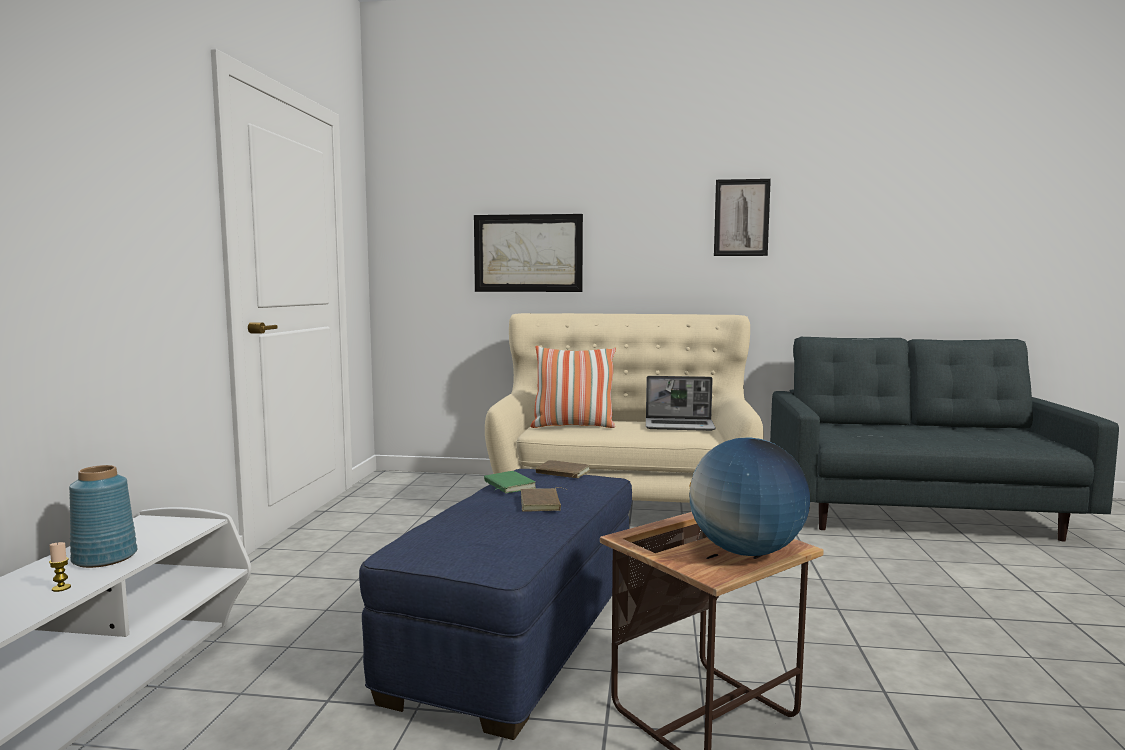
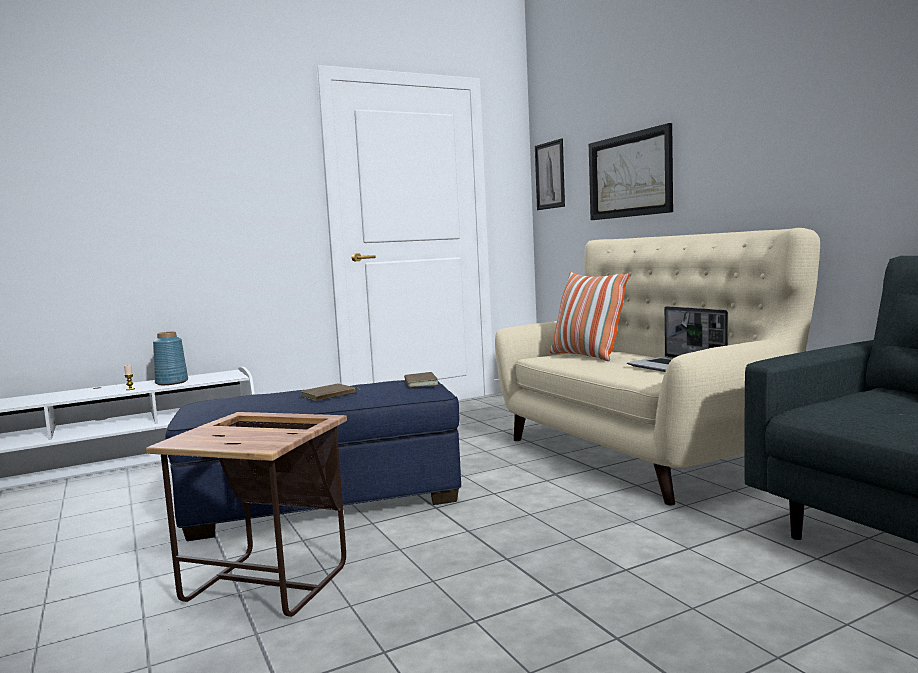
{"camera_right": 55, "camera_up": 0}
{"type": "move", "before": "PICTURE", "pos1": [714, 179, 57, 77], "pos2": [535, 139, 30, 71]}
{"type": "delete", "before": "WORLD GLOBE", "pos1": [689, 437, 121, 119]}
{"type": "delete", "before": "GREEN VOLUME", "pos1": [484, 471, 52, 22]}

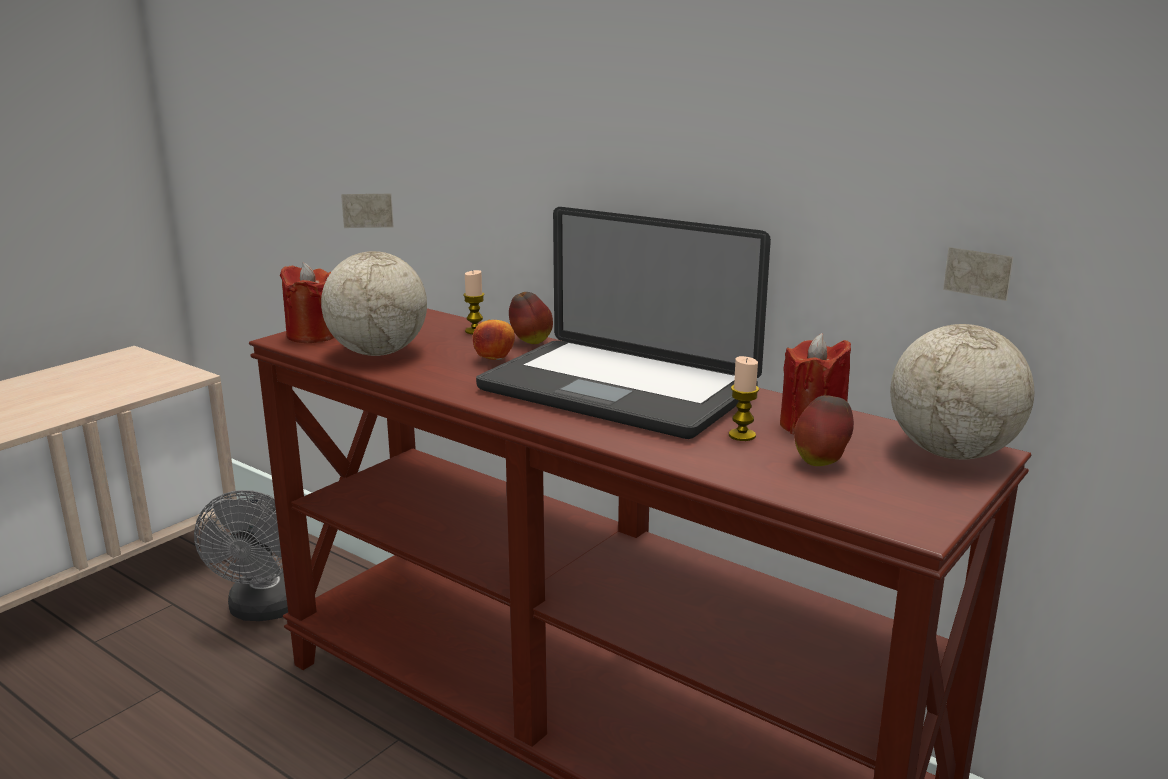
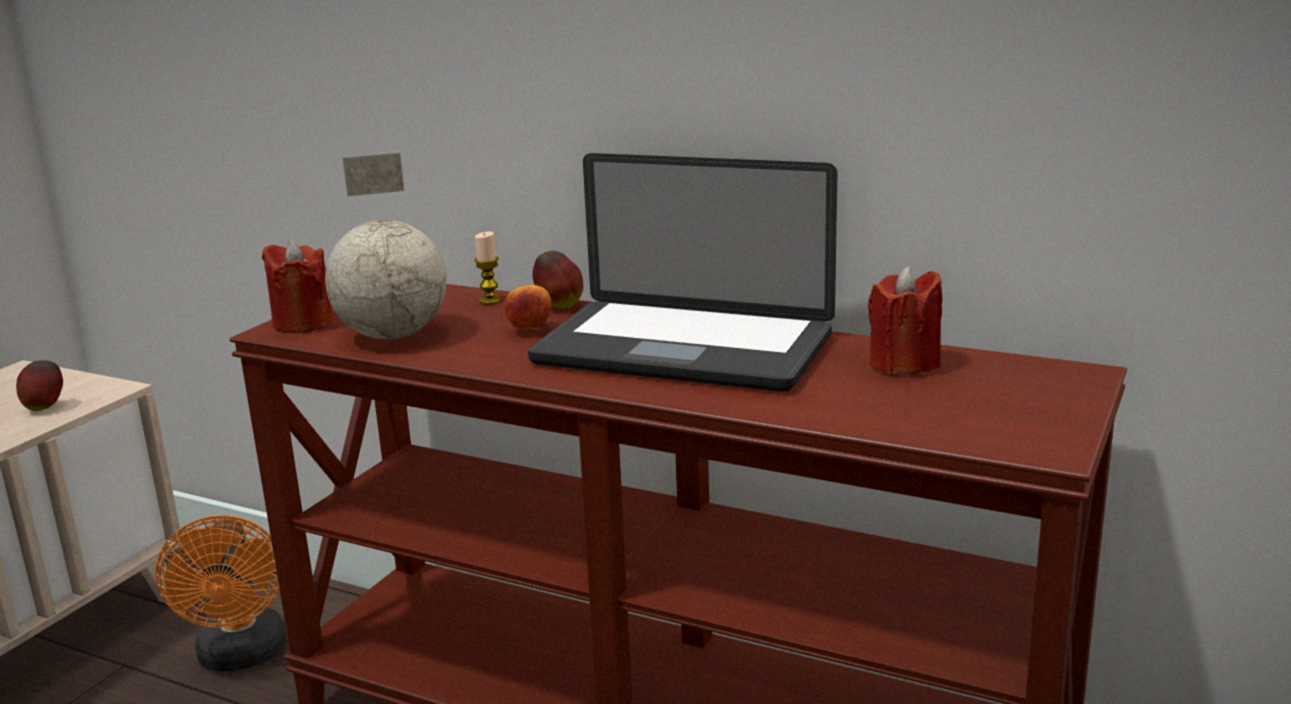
{"camera_right": -10, "camera_up": 0}
{"type": "delete", "before": "WORLD GLOBE", "pos1": [890, 247, 144, 212]}
{"type": "delete", "before": "WAX LIGHT", "pos1": [729, 356, 30, 85]}
{"type": "move", "before": "WHOLE APPLE", "pos1": [794, 395, 60, 71], "pos2": [16, 360, 47, 51]}
{"type": "recolor", "before": "GREYISH FAN", "after": "ORANGE FAN", "pos1": [194, 490, 94, 131], "pos2": [156, 515, 130, 157]}

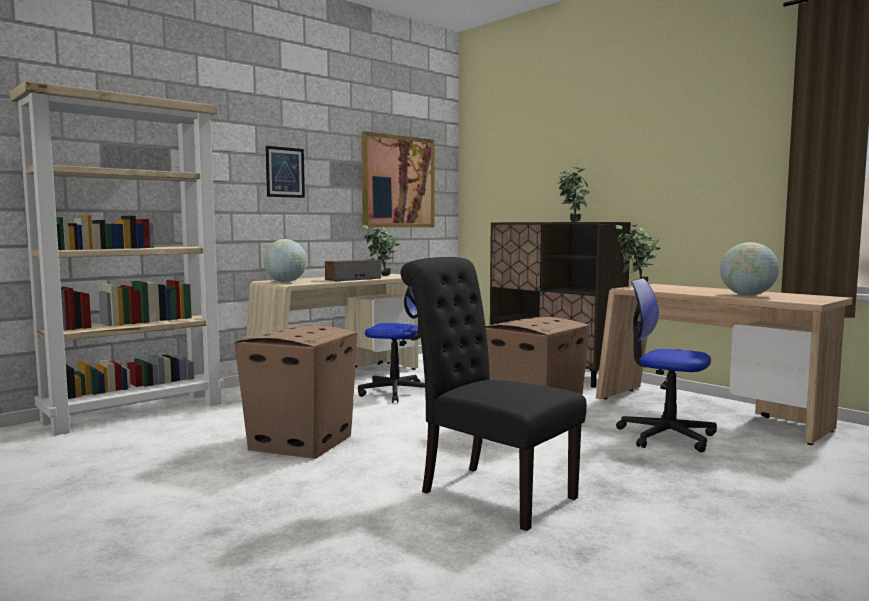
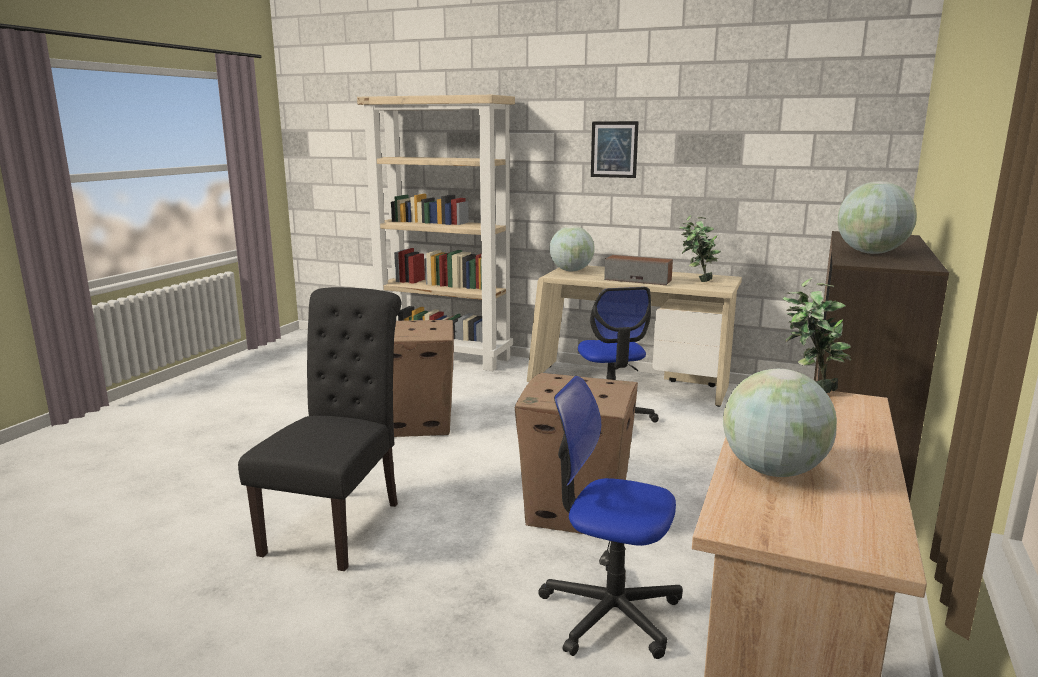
{"camera_right": 65, "camera_up": 10}
{"type": "delete", "before": "PICTURE", "pos1": [362, 131, 72, 96]}
{"type": "replace", "before": "PLANT IN A POT", "after": "WORLD GLOBE", "pos1": [557, 167, 33, 55], "pos2": [838, 181, 79, 73]}
{"type": "rotate", "before": "OFFICE CHAIR", "pos1": [616, 279, 101, 173], "pos2": [538, 376, 145, 283], "turn": -75}

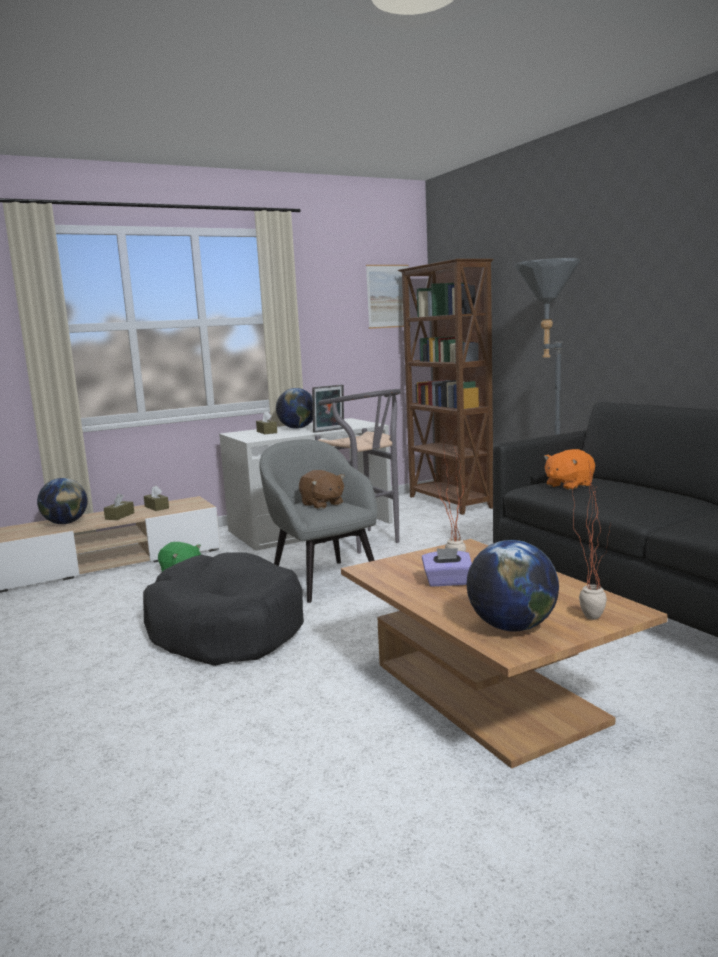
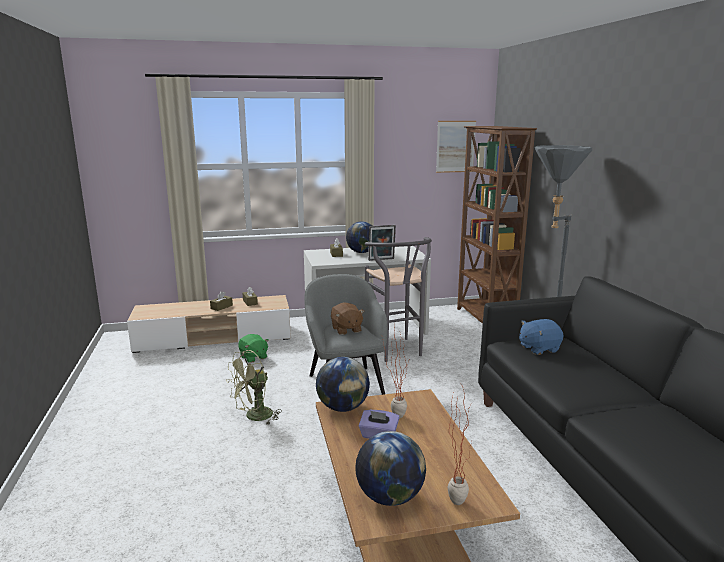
{"camera_right": 15, "camera_up": 5}
{"type": "recolor", "before": "ORANGE PLUSH TOY", "after": "BLUE-COLOURED PLUSH TOY", "pos1": [544, 449, 51, 41], "pos2": [519, 319, 44, 36]}
{"type": "move", "before": "WORLD GLOBE", "pos1": [37, 478, 50, 46], "pos2": [316, 357, 54, 55]}
{"type": "replace", "before": "BLACKISH DOG CUSHION", "after": "GREEN FAN", "pos1": [143, 552, 161, 114], "pos2": [226, 350, 56, 75]}

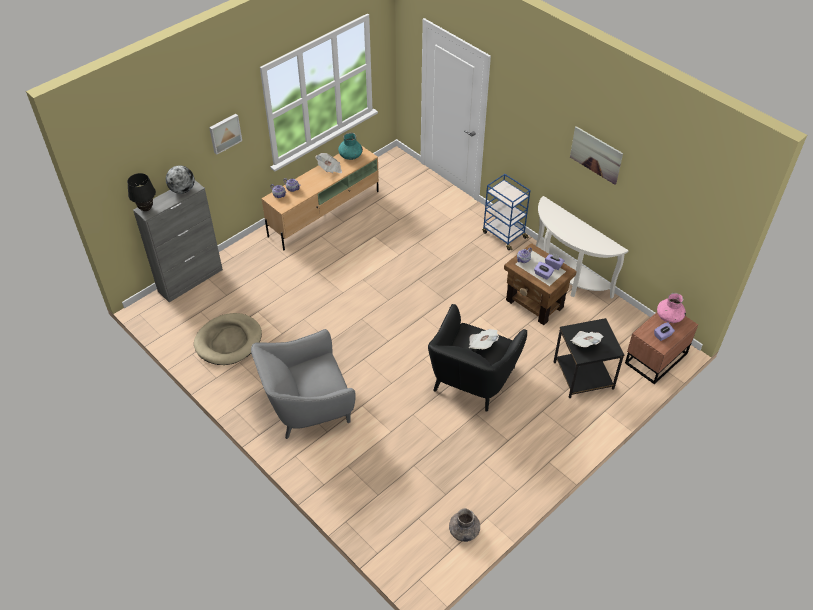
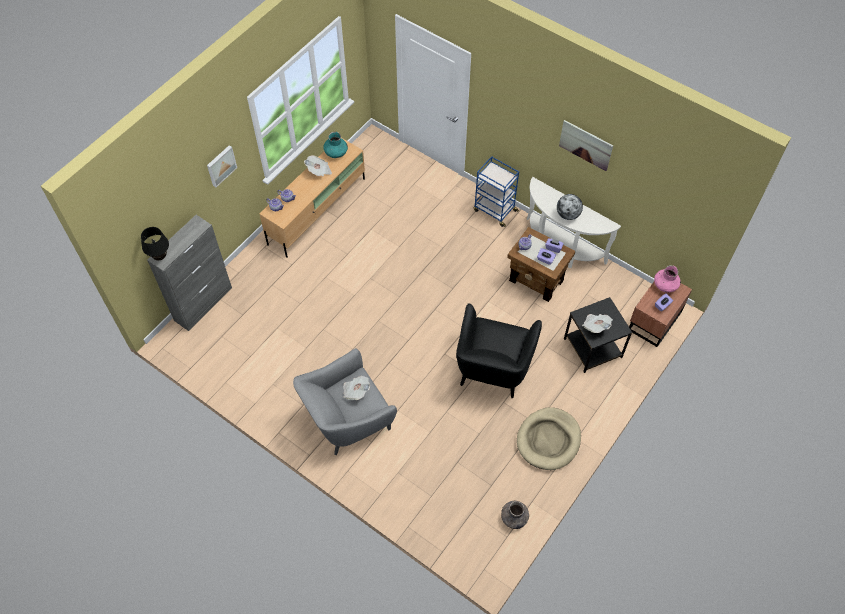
{"camera_right": -10, "camera_up": 10}
{"type": "move", "before": "WORLD GLOBE", "pos1": [166, 166, 29, 28], "pos2": [557, 194, 26, 26]}
{"type": "move", "before": "BEIGE DOG CUSHION", "pos1": [194, 313, 68, 52], "pos2": [517, 407, 64, 63]}
{"type": "move", "before": "PRINTED PAPER", "pos1": [469, 329, 30, 20], "pos2": [343, 376, 27, 24]}

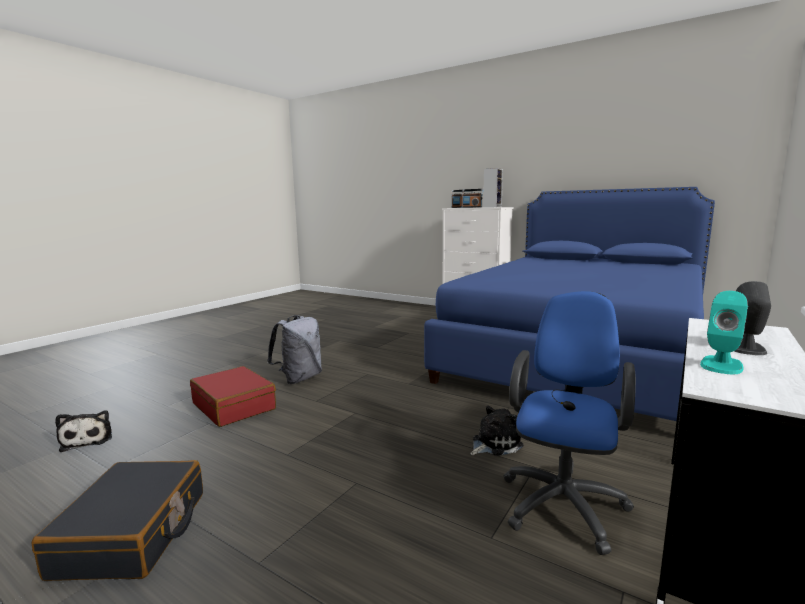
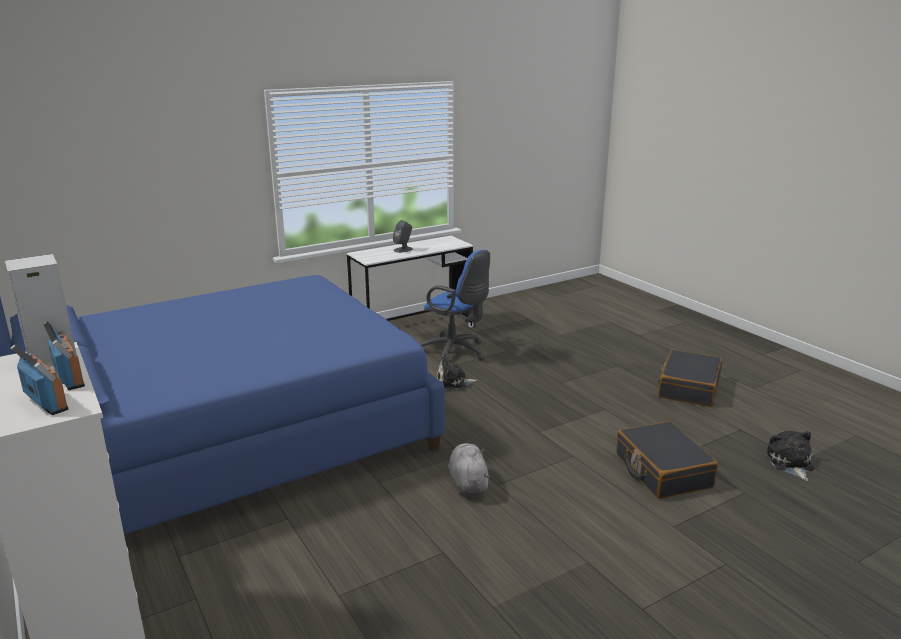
{"camera_right": -155, "camera_up": 10}
{"type": "rotate", "before": "BLUE-COLOURED OFFICE CHAIR", "pos1": [503, 291, 133, 264], "pos2": [420, 250, 70, 113], "turn": -105}
{"type": "delete", "before": "TURQUOISE-COLOURED LOUDSPEAKER", "pos1": [700, 291, 48, 83]}
{"type": "delete", "before": "GREYISH BACKPACK", "pos1": [267, 315, 55, 69]}
{"type": "recolor", "before": "RED TRAVEL CASE", "after": "BLACKISH TRAVEL CASE", "pos1": [190, 366, 86, 61], "pos2": [616, 421, 102, 78]}
{"type": "insert", "after": "GREYISH PLUSH TOY", "pos2": [449, 443, 41, 52]}

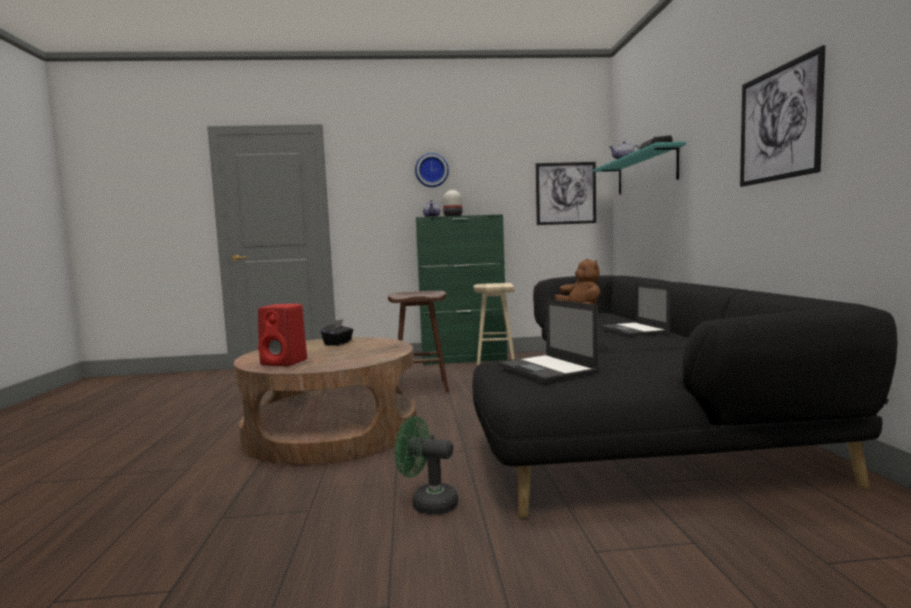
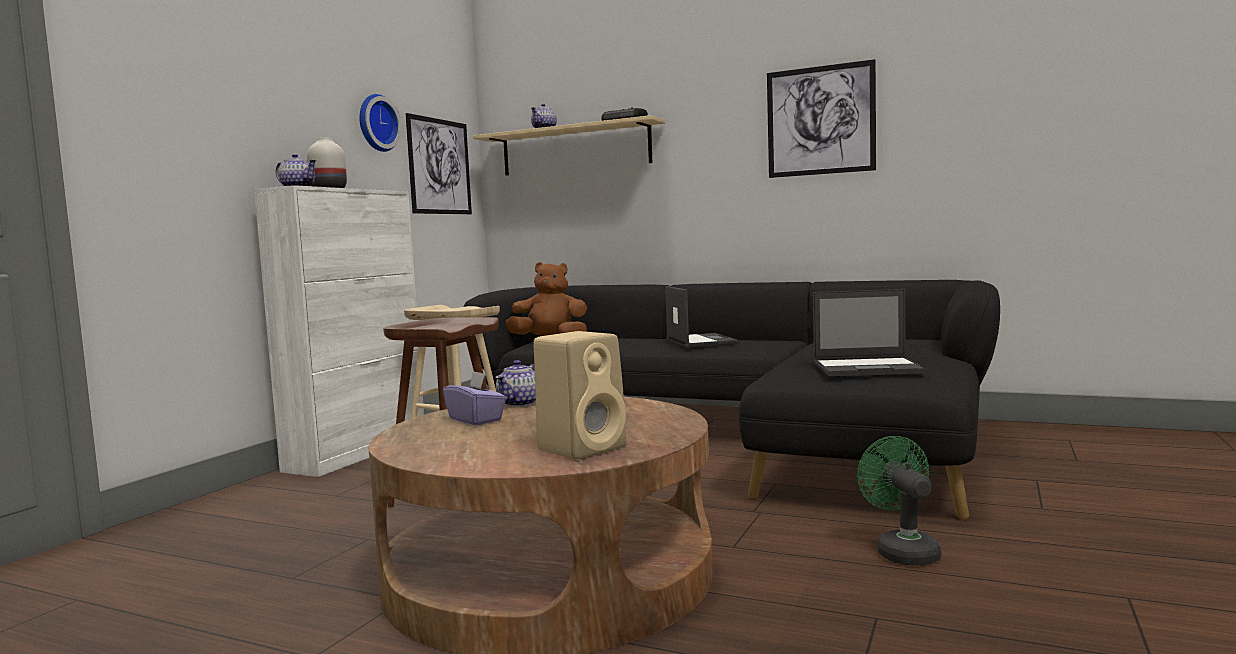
{"camera_right": -60, "camera_up": 0}
{"type": "recolor", "before": "TURQUOISE-COLOURED WALL SHELF", "after": "BEIGE WALL SHELF", "pos1": [593, 142, 93, 53], "pos2": [473, 115, 192, 61]}
{"type": "move", "before": "HANGING CLOCK", "pos1": [415, 153, 34, 34], "pos2": [359, 94, 43, 58]}
{"type": "recolor", "before": "GREEN CUPBOARD", "after": "WHITE CUPBOARD", "pos1": [416, 214, 91, 151], "pos2": [254, 185, 170, 292]}
{"type": "rotate", "before": "NOTEBOOK COMPUTER", "pos1": [600, 283, 70, 53], "pos2": [665, 286, 75, 61], "turn": -120}
{"type": "recolor", "before": "RED LOUDSPEAKER", "after": "BEIGE LOUDSPEAKER", "pos1": [258, 304, 49, 62], "pos2": [533, 331, 93, 128]}
{"type": "recolor", "before": "BLACKISH BOX OF TISSUES", "after": "PURPLE BOX OF TISSUES", "pos1": [321, 319, 32, 27], "pos2": [443, 371, 63, 54]}
{"type": "rotate", "before": "GREEN FAN", "pos1": [395, 416, 63, 98], "pos2": [857, 436, 84, 129], "turn": 120}
{"type": "insert", "after": "TEA POT", "pos2": [495, 360, 41, 47]}

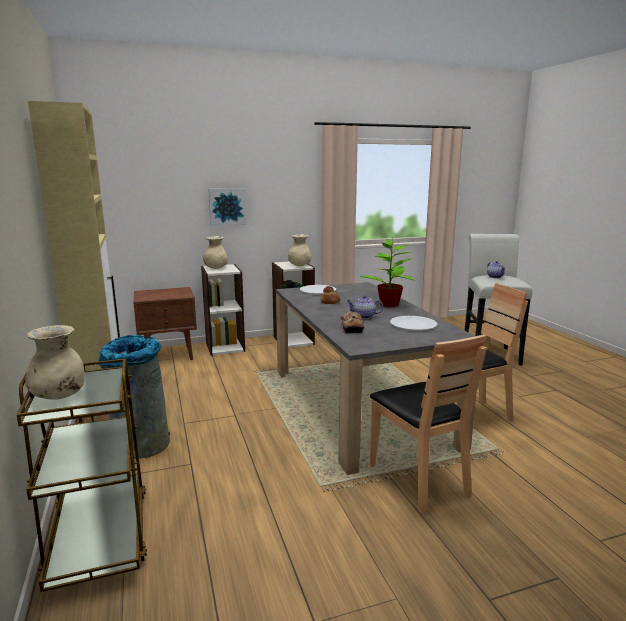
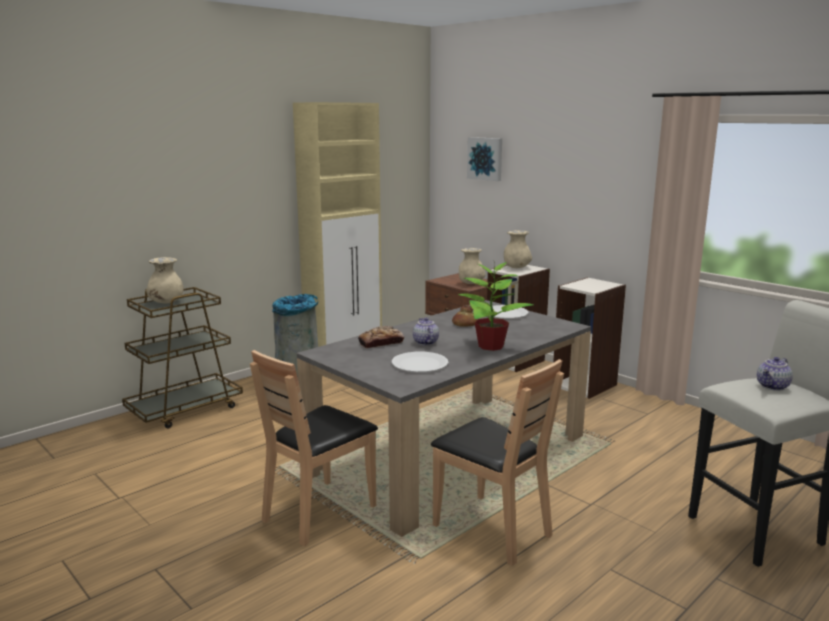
{"camera_right": 65, "camera_up": 0}
{"type": "move", "before": "PICTURE", "pos1": [208, 188, 39, 38], "pos2": [467, 137, 35, 44]}
{"type": "move", "before": "BEIGE FLOWER VASE", "pos1": [288, 234, 24, 32], "pos2": [459, 248, 27, 36]}

